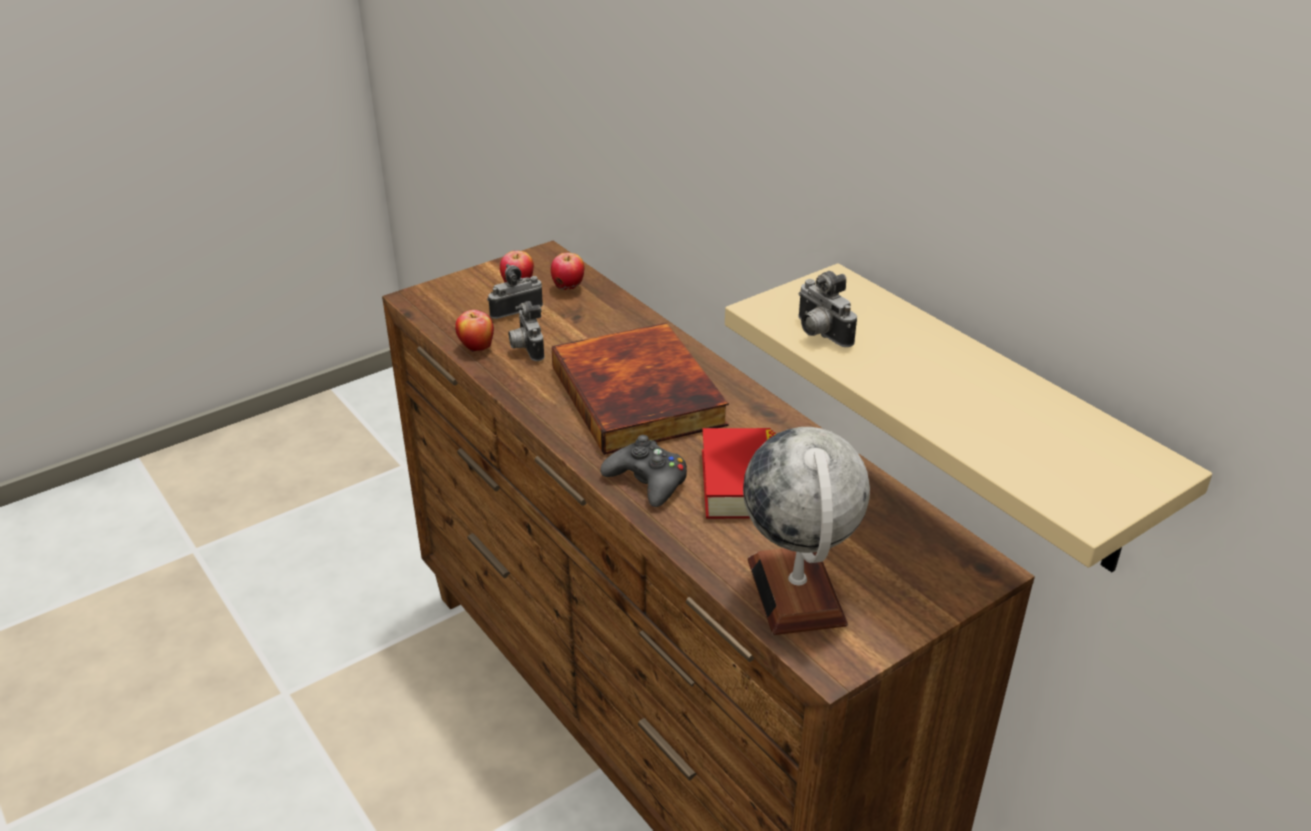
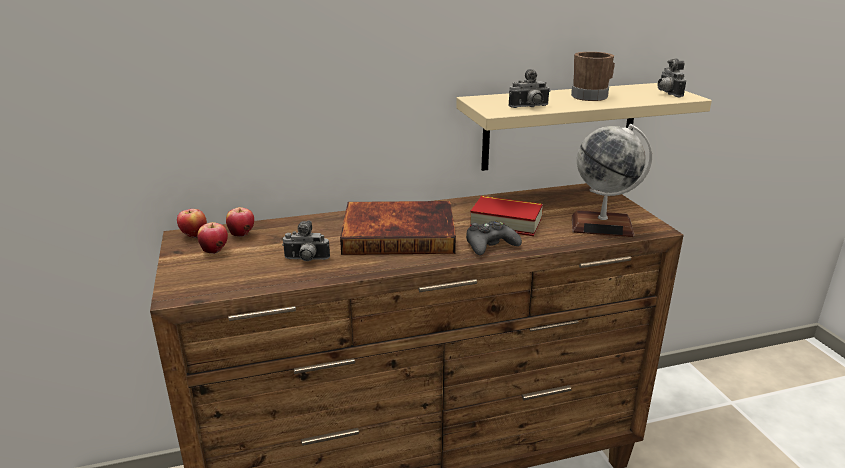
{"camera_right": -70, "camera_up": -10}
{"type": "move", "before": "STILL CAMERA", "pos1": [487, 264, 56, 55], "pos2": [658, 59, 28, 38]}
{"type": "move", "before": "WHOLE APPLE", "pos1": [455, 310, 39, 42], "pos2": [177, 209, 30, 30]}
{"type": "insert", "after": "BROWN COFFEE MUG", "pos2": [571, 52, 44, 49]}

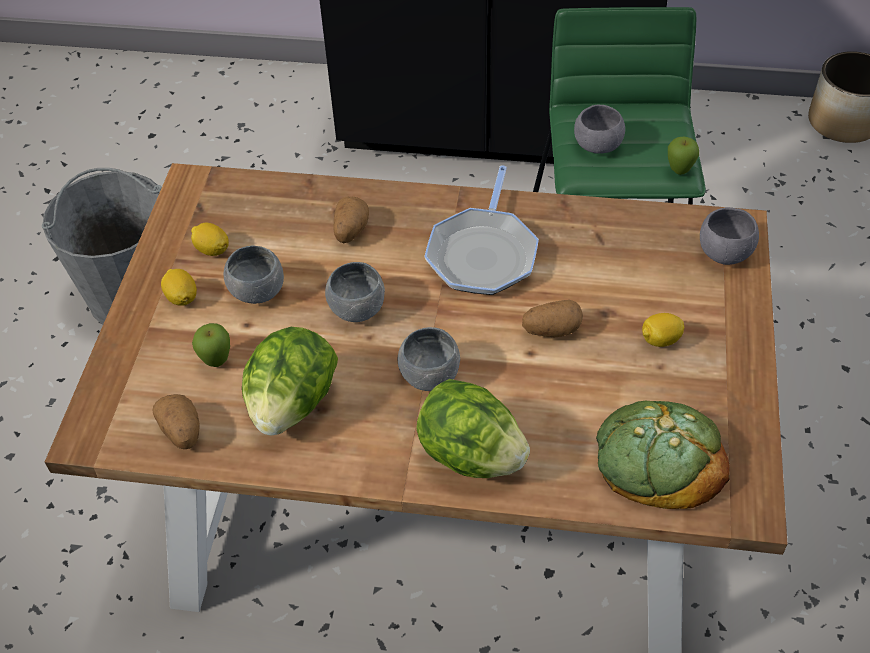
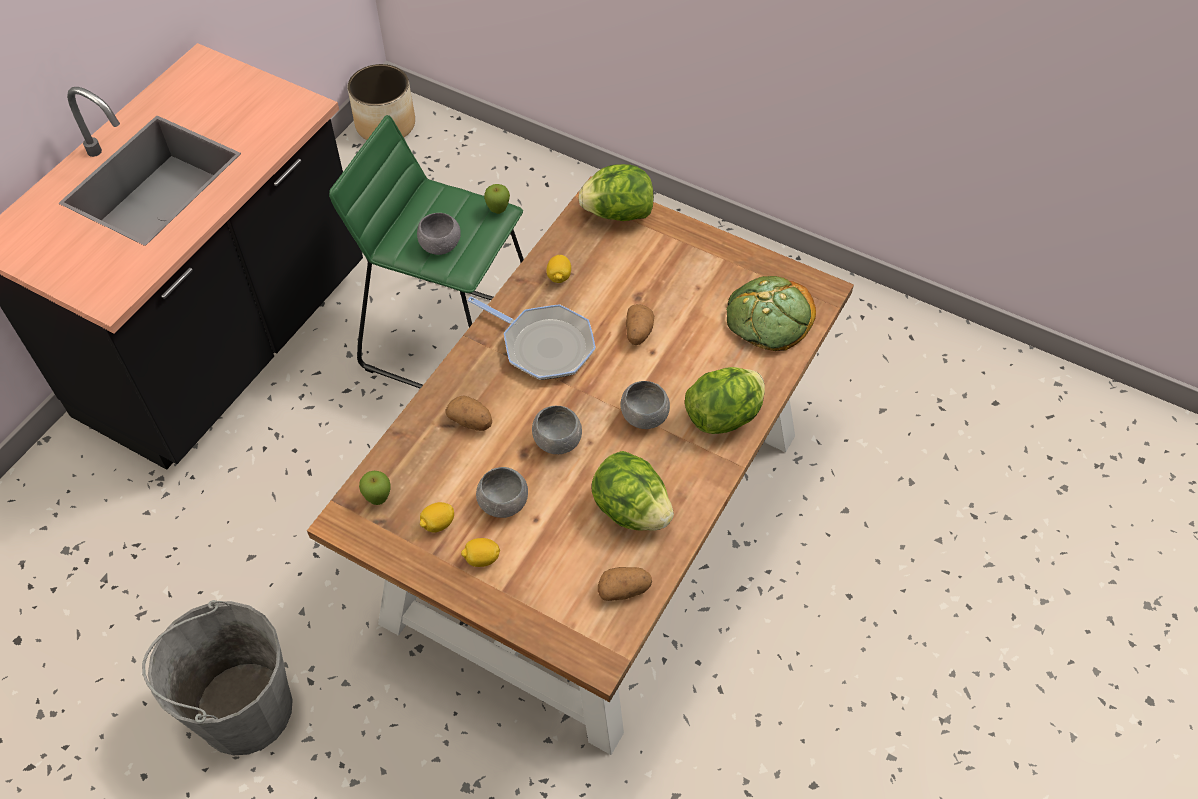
{"camera_right": -70, "camera_up": 5}
{"type": "replace", "before": "GREYISH DEEP DISH", "after": "LETTUCE HEAD", "pos1": [700, 207, 59, 58], "pos2": [578, 164, 76, 57]}
{"type": "move", "before": "LEMON", "pos1": [642, 313, 42, 34], "pos2": [546, 255, 25, 28]}
{"type": "move", "before": "WHOLE APPLE", "pos1": [192, 323, 38, 44], "pos2": [359, 471, 31, 34]}

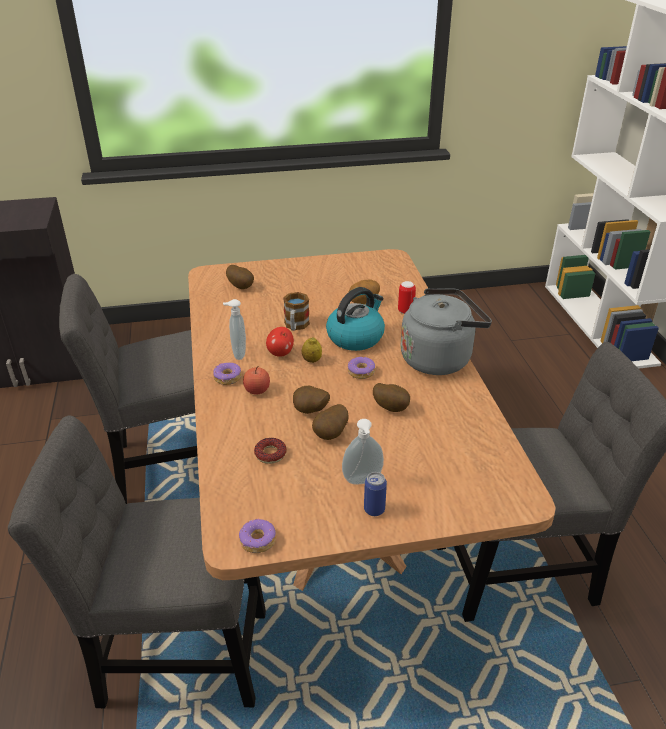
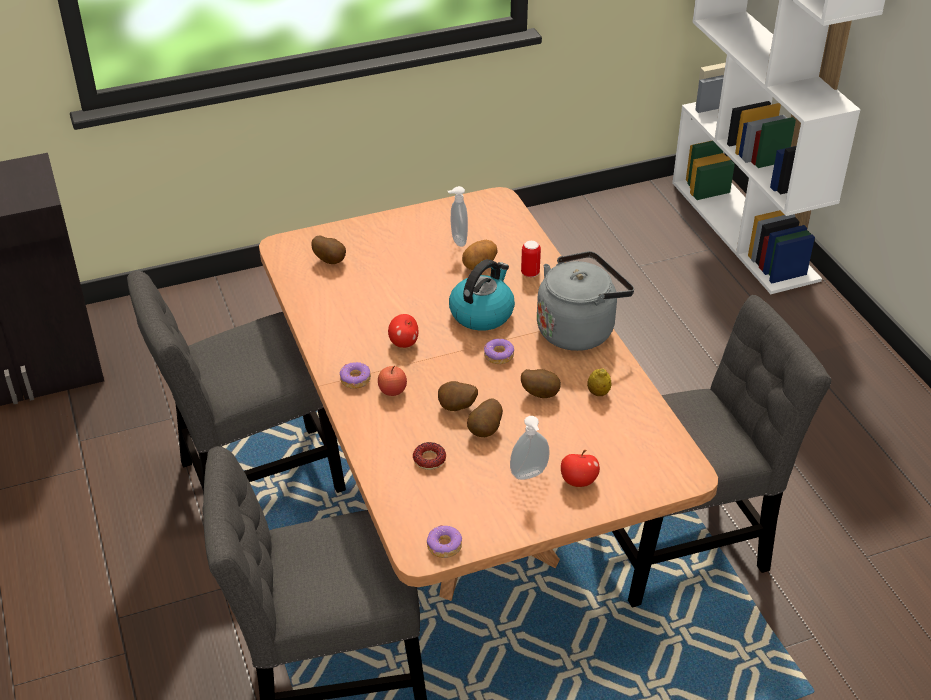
{"camera_right": -10, "camera_up": 5}
{"type": "delete", "before": "COFFEE MUG", "pos1": [283, 292, 27, 39]}
{"type": "move", "before": "SOAP DISPENSER", "pos1": [223, 299, 23, 61], "pos2": [448, 186, 20, 61]}
{"type": "move", "before": "LEMON", "pos1": [302, 337, 20, 26], "pos2": [587, 368, 24, 28]}
{"type": "delete", "before": "CAN", "pos1": [364, 472, 23, 44]}
{"type": "insert", "after": "WHOLE APPLE", "pos2": [561, 450, 39, 37]}

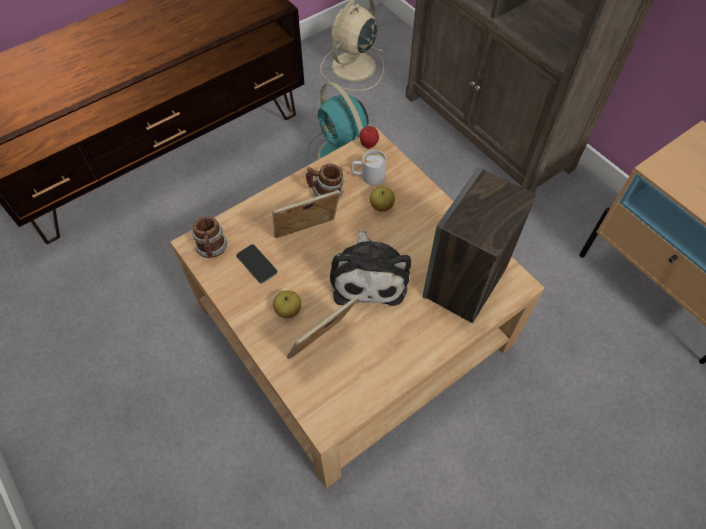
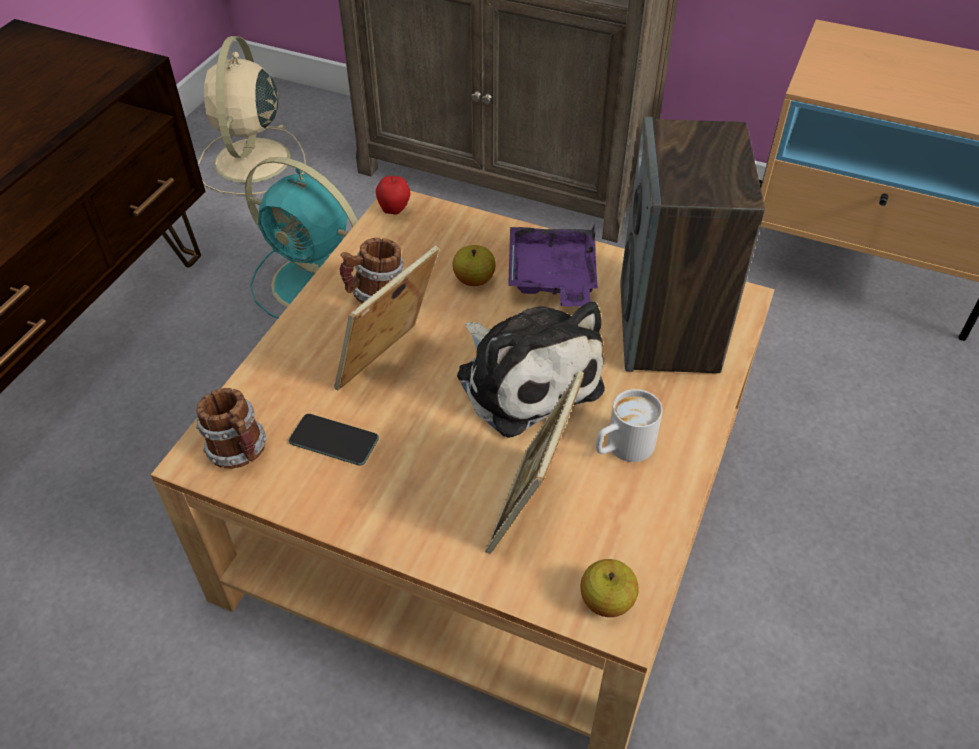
{"camera_right": -30, "camera_up": -10}
{"type": "move", "before": "WHITE COFFEE MUG", "pos1": [351, 150, 35, 36], "pos2": [596, 389, 67, 73]}
{"type": "move", "before": "WHOLE APPLE", "pos1": [273, 290, 28, 28], "pos2": [581, 559, 58, 58]}
{"type": "insert", "after": "PURPLE CARRYING TRAY", "pos2": [508, 224, 90, 83]}

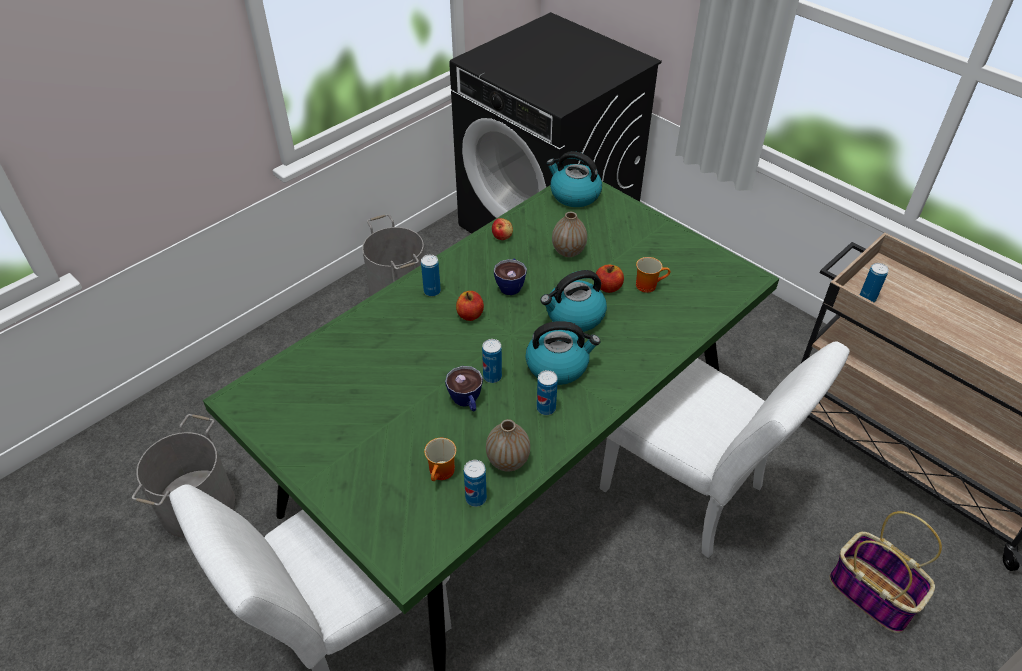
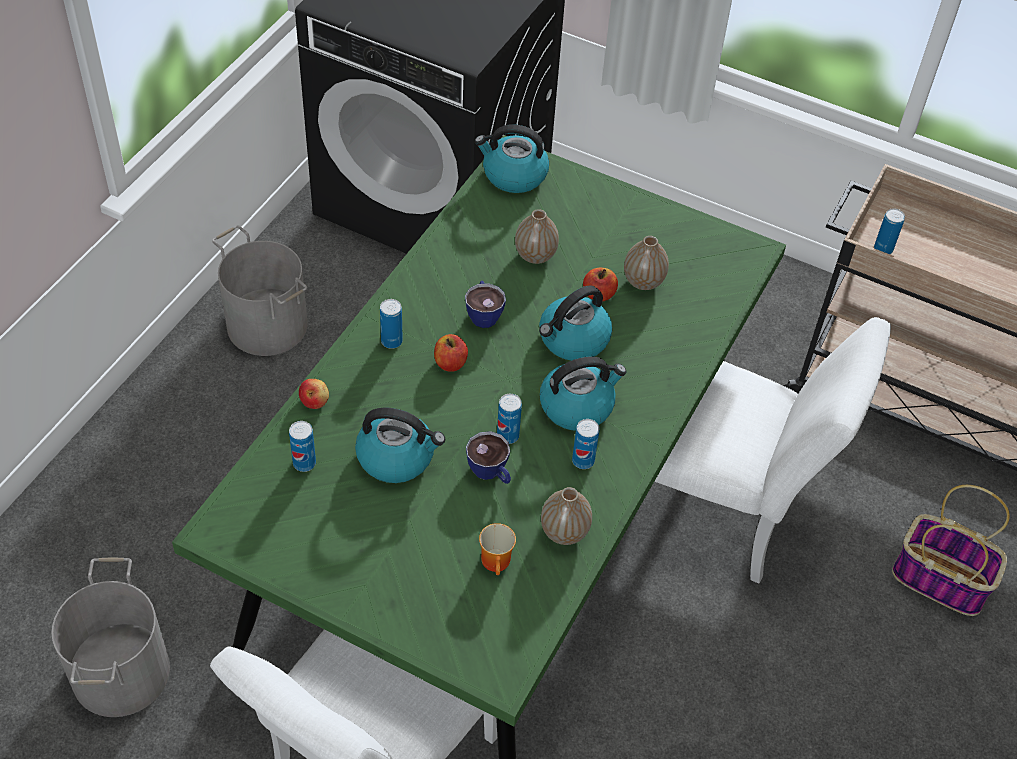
{"camera_right": -20, "camera_up": 5}
{"type": "move", "before": "WHOLE APPLE", "pos1": [492, 218, 21, 22], "pos2": [299, 379, 30, 30]}
{"type": "replace", "before": "COFFEE MUG", "after": "FLOWER VASE", "pos1": [636, 257, 34, 36], "pos2": [624, 236, 45, 54]}
{"type": "move", "before": "CAN", "pos1": [464, 460, 23, 47], "pos2": [289, 421, 27, 51]}
{"type": "insert", "after": "WATER KETTLE", "pos2": [355, 408, 90, 75]}

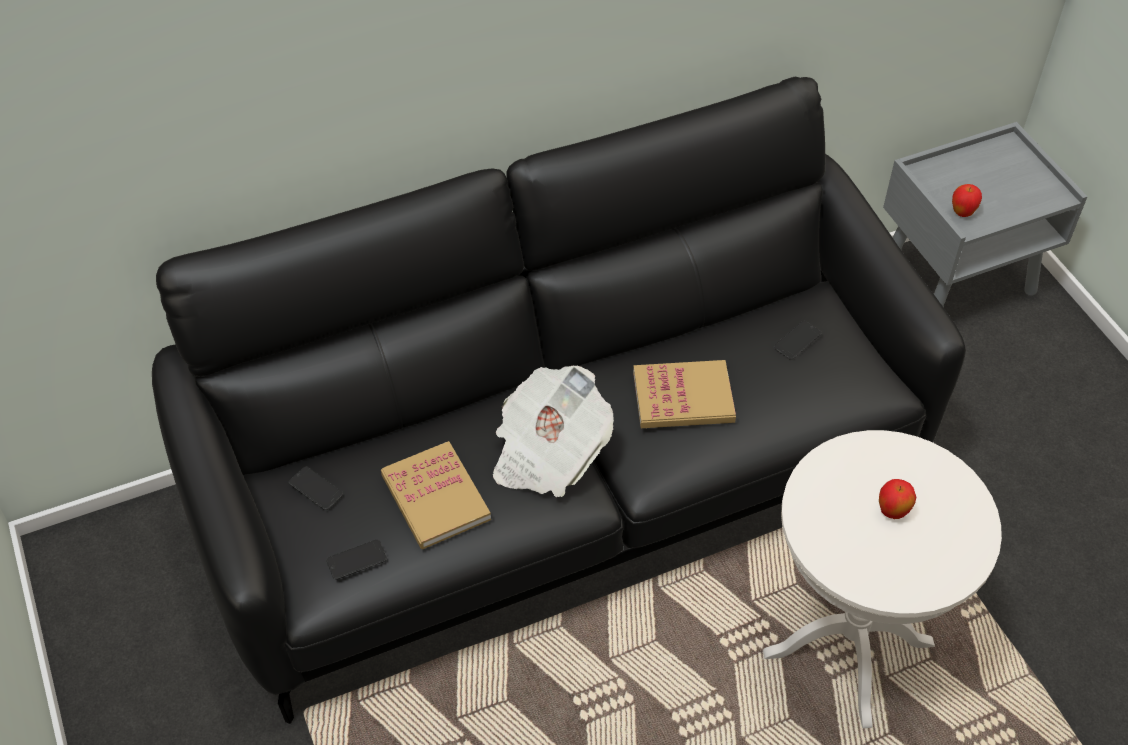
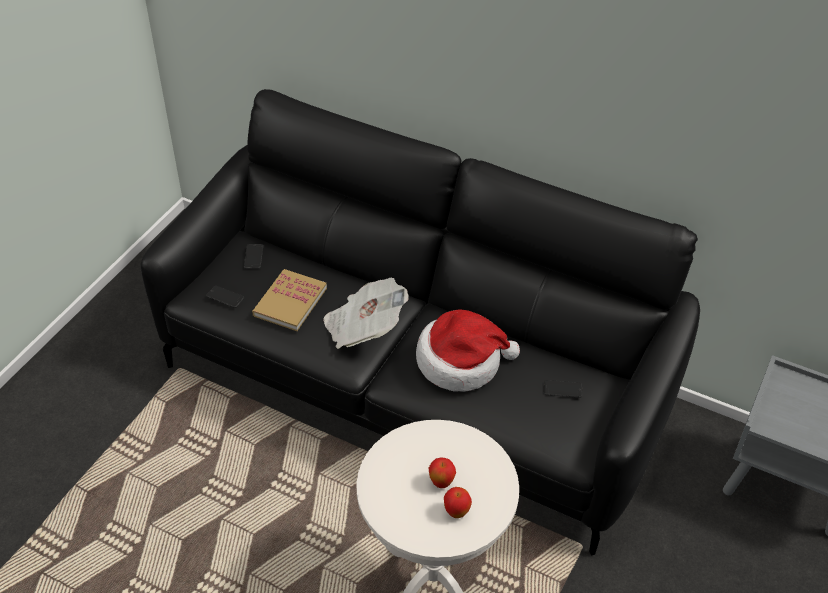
{"camera_right": 50, "camera_up": -5}
{"type": "move", "before": "WHOLE APPLE", "pos1": [952, 184, 30, 33], "pos2": [444, 487, 28, 31]}
{"type": "replace", "before": "VOLUME", "after": "HAT", "pos1": [633, 360, 103, 68], "pos2": [416, 309, 104, 83]}

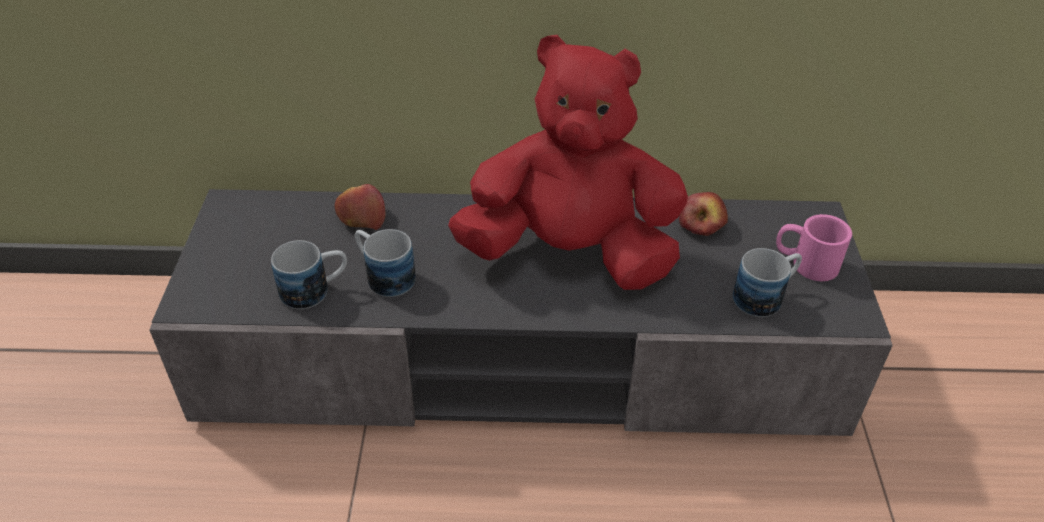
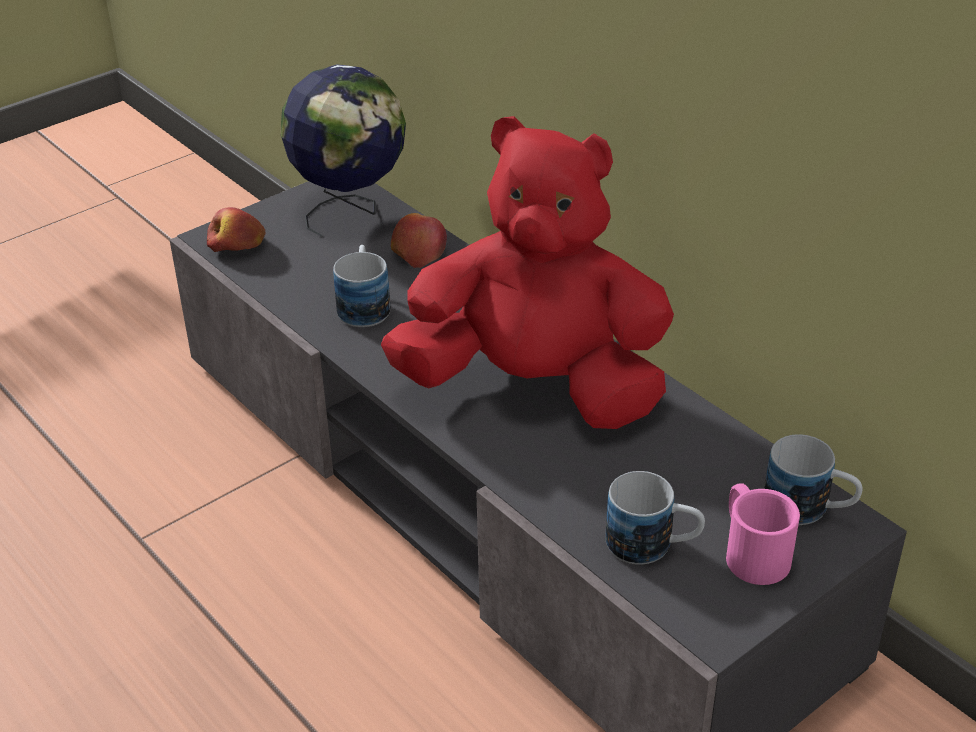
{"camera_right": 50, "camera_up": -5}
{"type": "rotate", "before": "RED PLUSH TOY", "pos1": [448, 35, 240, 255], "pos2": [381, 116, 293, 313], "turn": -45}
{"type": "move", "before": "WHOLE APPLE", "pos1": [679, 192, 49, 44], "pos2": [207, 207, 59, 45]}
{"type": "move", "before": "COFFEE MUG", "pos1": [271, 240, 76, 69], "pos2": [764, 434, 99, 91]}
{"type": "insert", "after": "WORLD GLOBE", "pos2": [280, 64, 126, 172]}

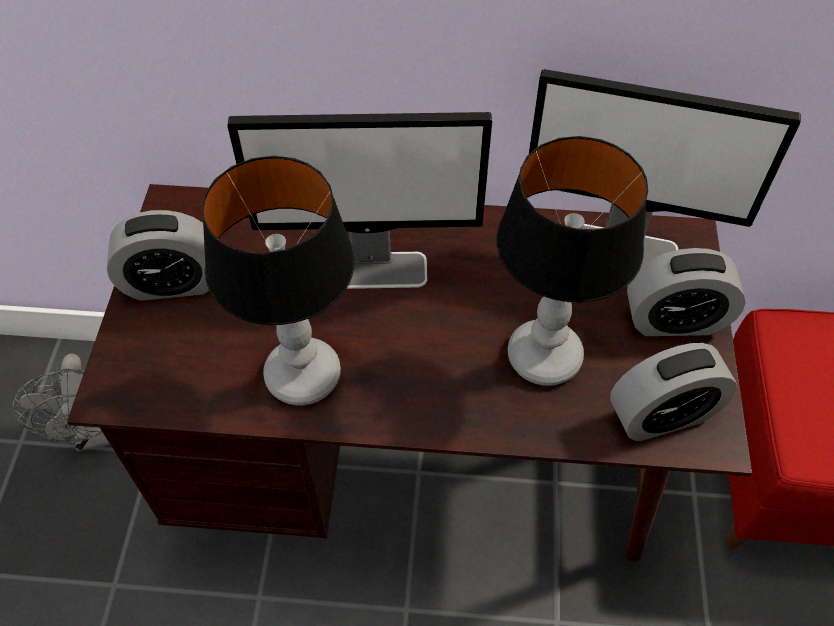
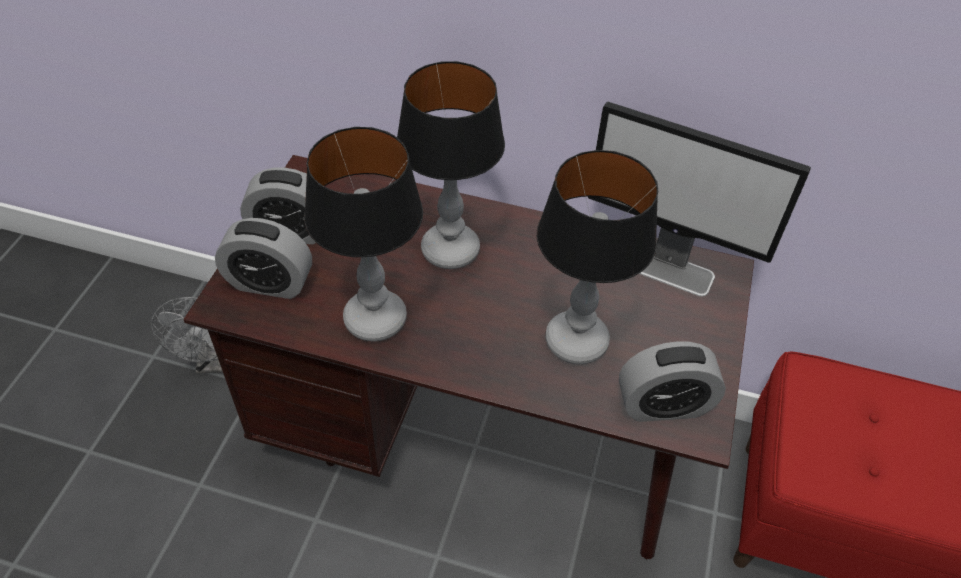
{"camera_right": 10, "camera_up": -5}
{"type": "replace", "before": "COMPUTER DISPLAY", "after": "LAMP FOR A TABLE", "pos1": [227, 112, 265, 177], "pos2": [397, 61, 108, 208]}
{"type": "move", "before": "TABLE CLOCK", "pos1": [627, 248, 119, 88], "pos2": [215, 218, 97, 81]}

